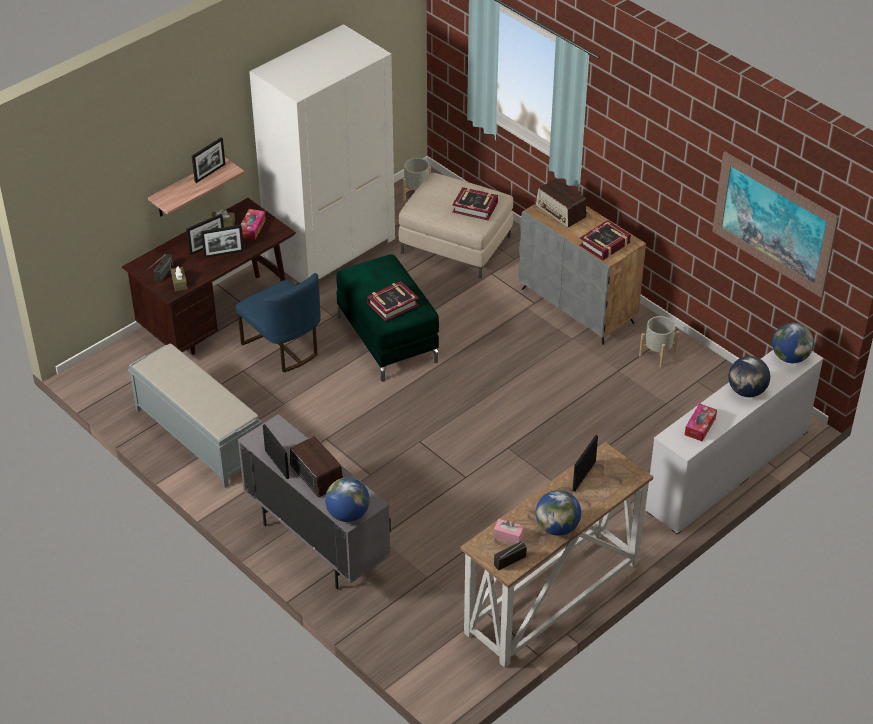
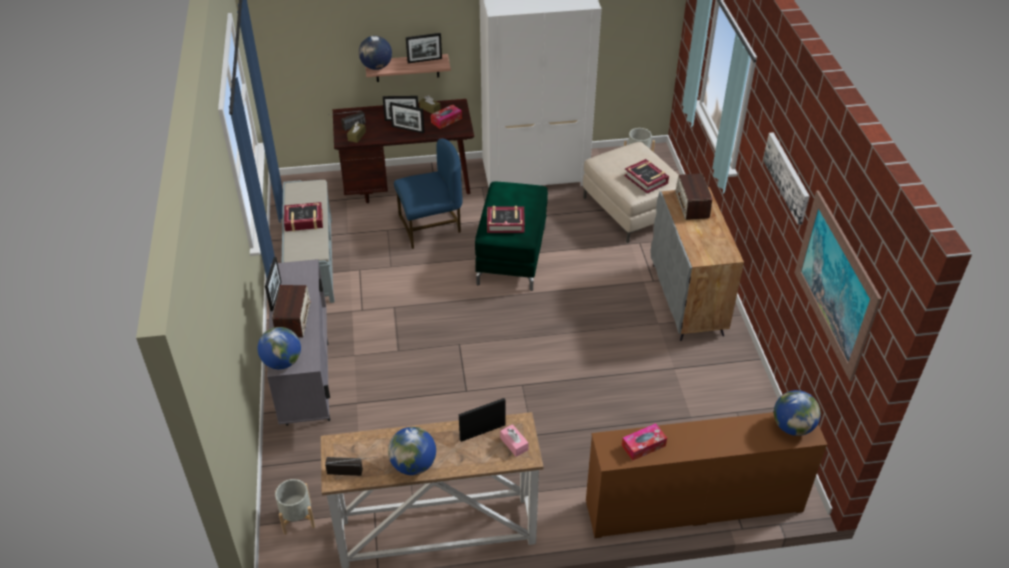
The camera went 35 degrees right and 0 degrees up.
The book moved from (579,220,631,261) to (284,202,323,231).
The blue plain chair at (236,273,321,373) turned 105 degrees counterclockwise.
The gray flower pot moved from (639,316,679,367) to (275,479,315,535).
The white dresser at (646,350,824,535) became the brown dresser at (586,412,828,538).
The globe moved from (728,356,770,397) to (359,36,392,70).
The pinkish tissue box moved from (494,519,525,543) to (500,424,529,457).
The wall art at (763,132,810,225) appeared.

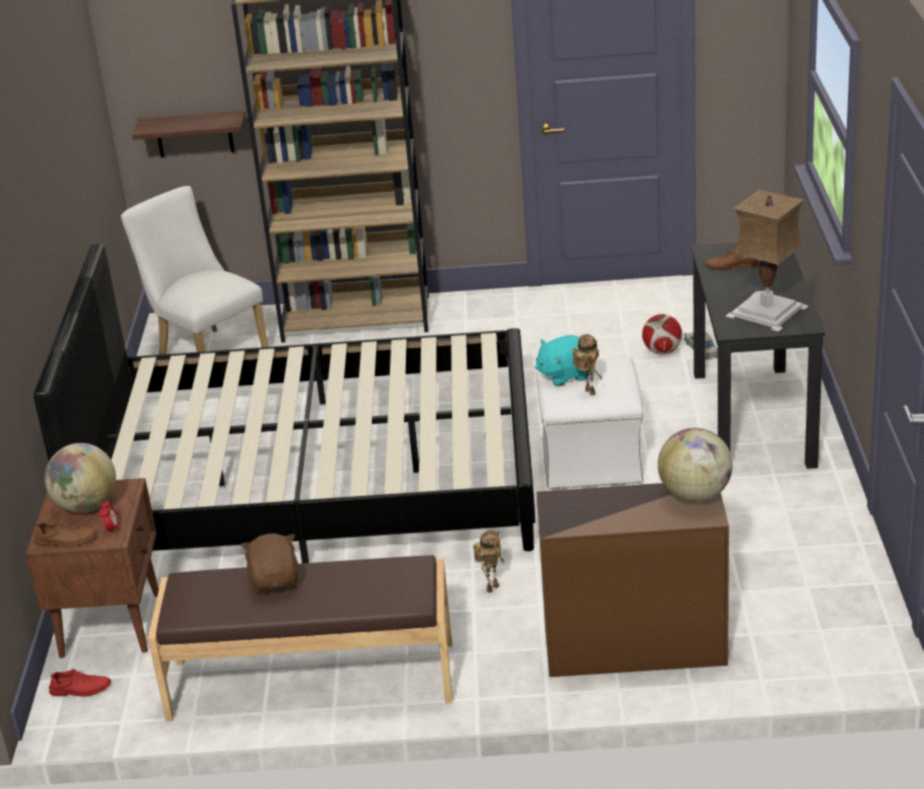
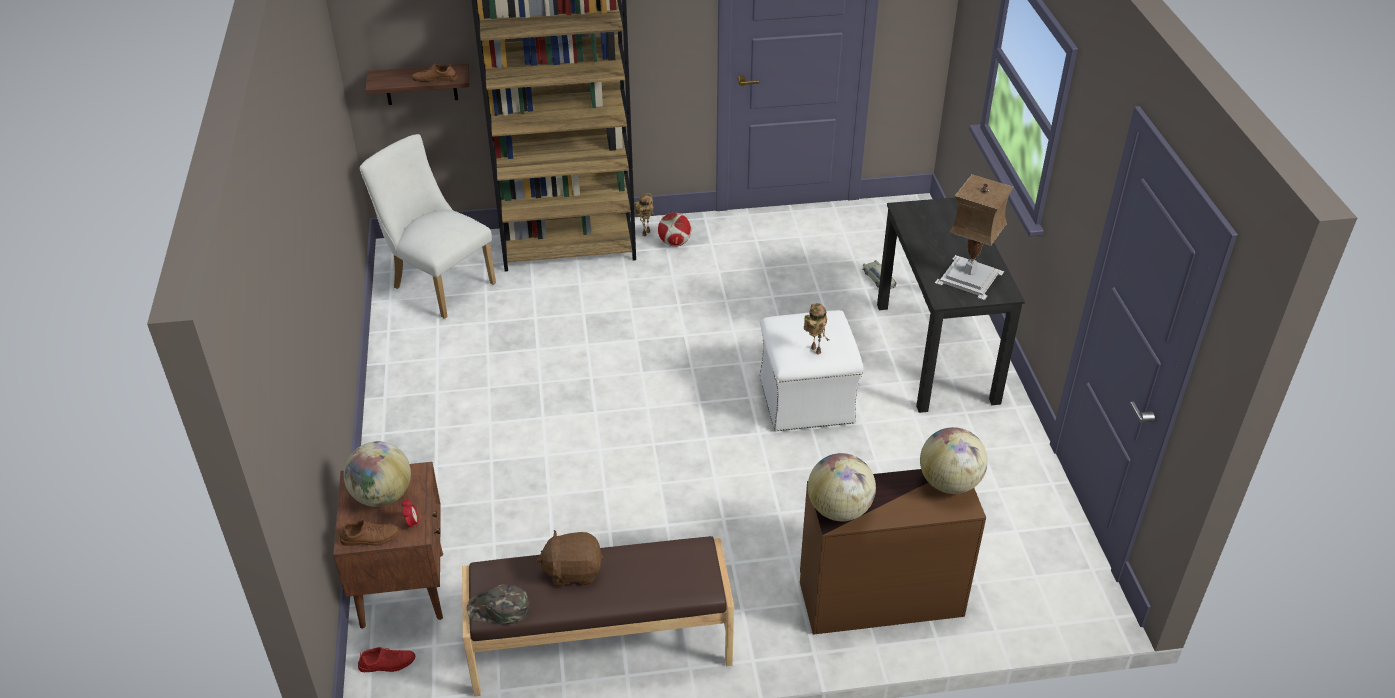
The camera went 10 degrees left and 10 degrees up.
The black-coloured sleeping bed at (33,244,535,563) disappeared.
The brown low shoe moved from (705,247,759,270) to (412,63,457,83).
The ball for football moved from (642,314,682,354) to (658,213,691,246).
The blue-green cuddly toy at (535,335,590,386) disappeared.
The robot figure moved from (473,530,504,593) to (634,193,655,237).
The brown cuddly toy at (241,533,298,594) turned 75 degrees counterclockwise.
The globe at (808,453,876,521) appeared.
The greenish baseball cap at (467,584,530,625) appeared.

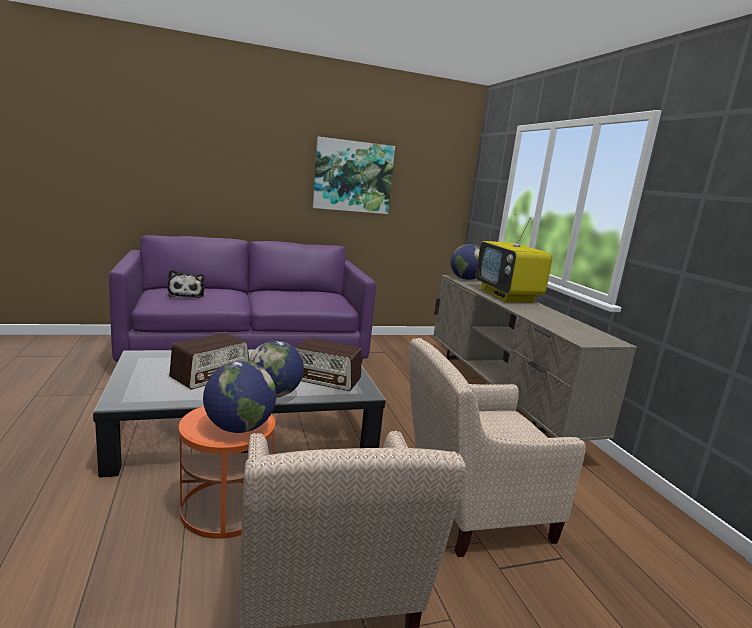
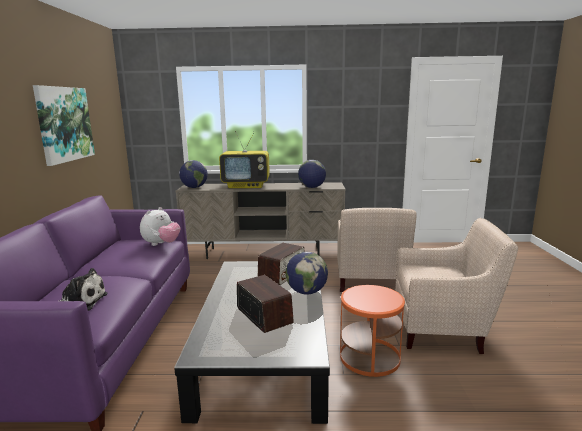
The camera went 70 degrees left and 0 degrees up.
The globe moved from (203,361,276,433) to (298,160,326,188).
The cuddly toy at (140,207,180,246) appeared.

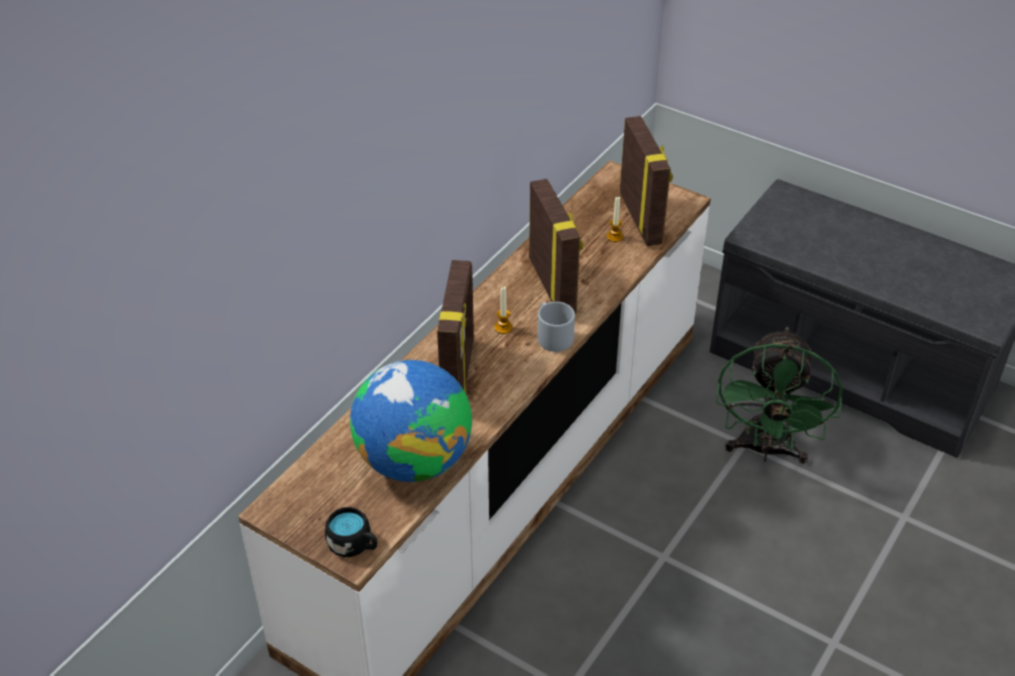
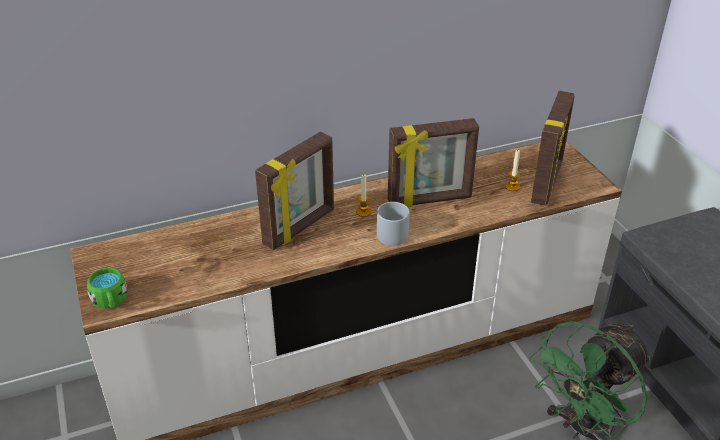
The camera went 35 degrees right and 5 degrees down.
The photo frame at (529,179,583,314) turned 60 degrees clockwise.
The globe at (350,360,472,482) disappeared.
The black-coloured coffee mug at (325,507,377,557) became the greenish coffee mug at (87,268,127,309).

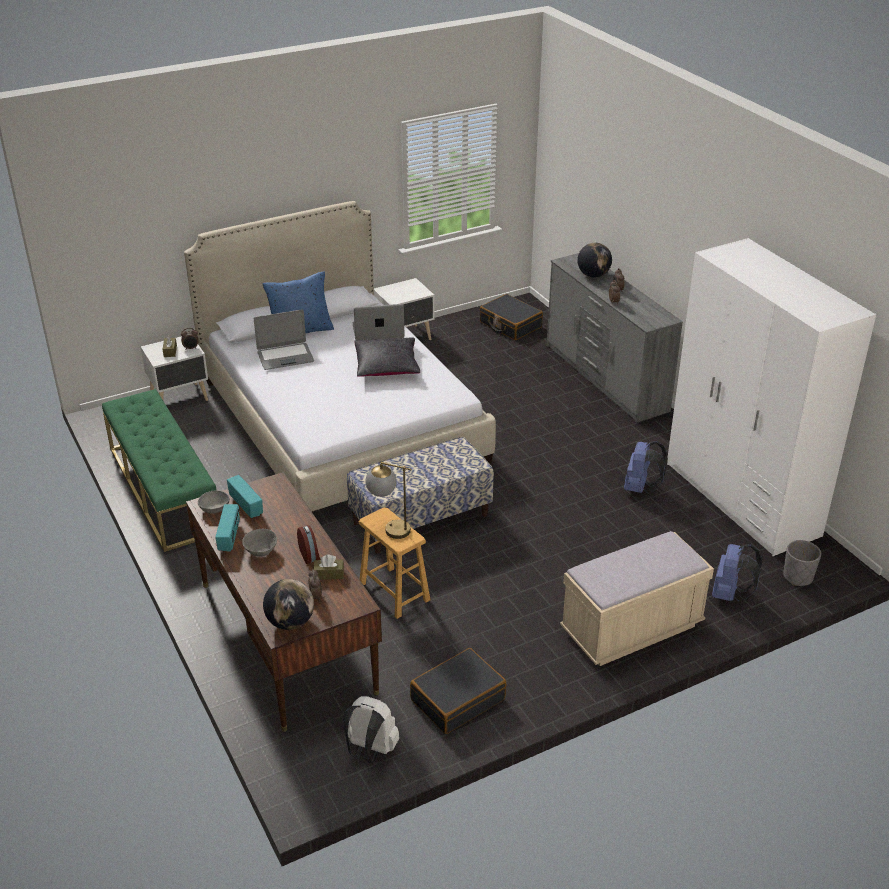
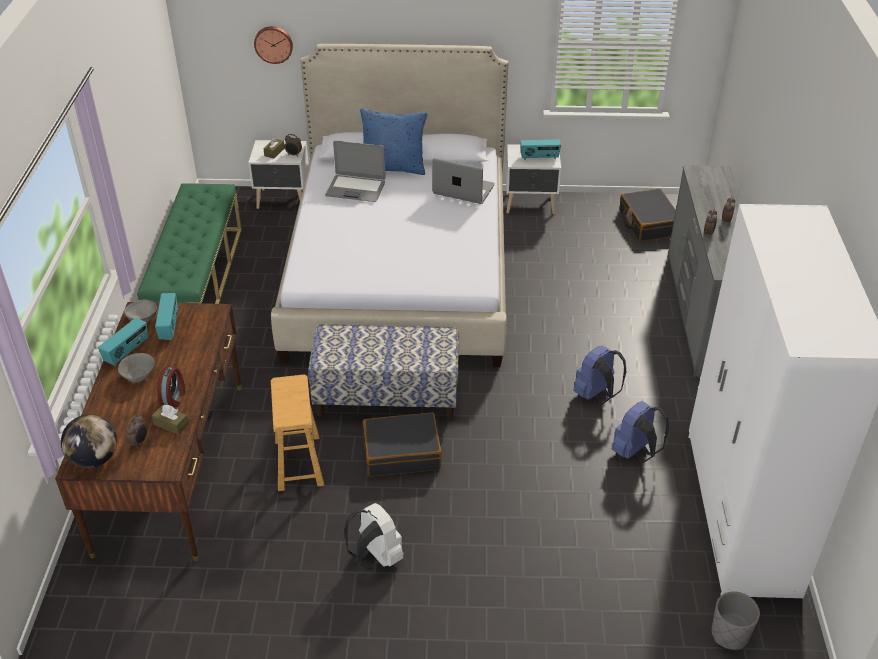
The camera went 30 degrees right and 5 degrees up.
The globe at (577,243,612,277) disappeared.
The black-coloured pillow at (354,337,420,377) disappeared.
The table lamp at (365,462,412,539) disappeared.
The beige-coloured bench at (560,531,714,666) disappeared.
The blue rucksack moved from (712,544,763,601) to (573,346,626,404).
The black-coloured suitcase moved from (410,648,506,734) to (363,412,442,477).
The white rucksack moved from (343,696,399,763) to (344,503,404,569).
The clock on the wall at (254,26,293,64) appeared.
The radio at (520,140,561,160) appeared.

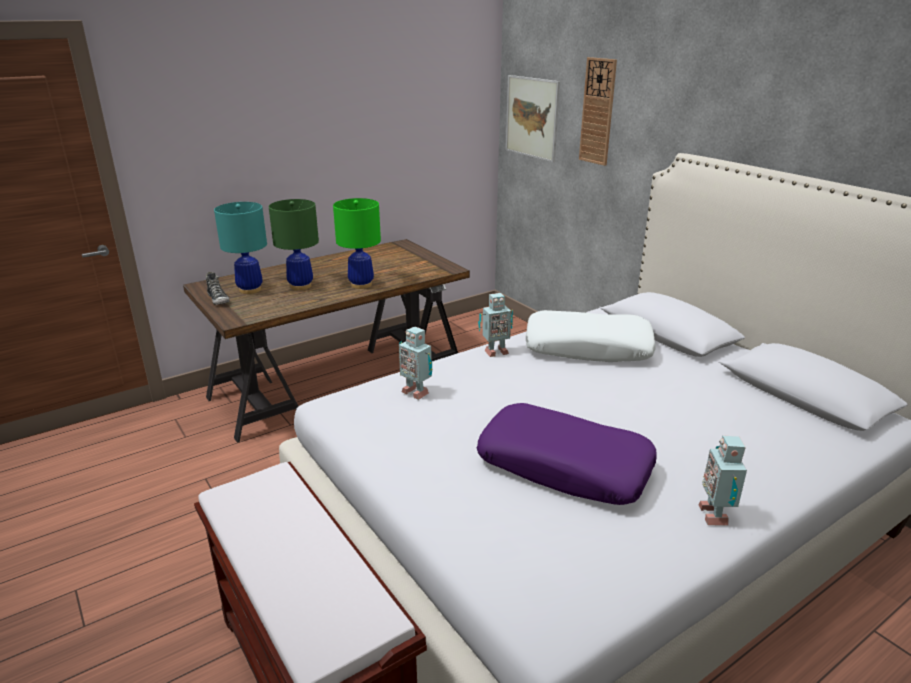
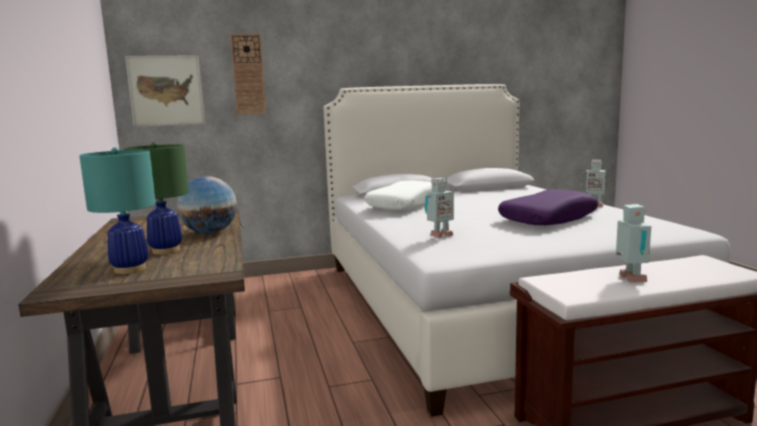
The camera went 70 degrees left and 15 degrees down.
The greenish table lamp at (333,198,381,289) was replaced by the globe at (177,176,237,234).
The low shoe at (206,272,230,305) disappeared.
The robot figure moved from (478,293,513,357) to (616,204,651,282).

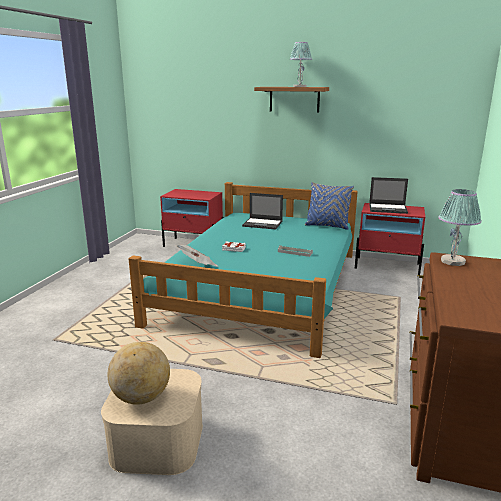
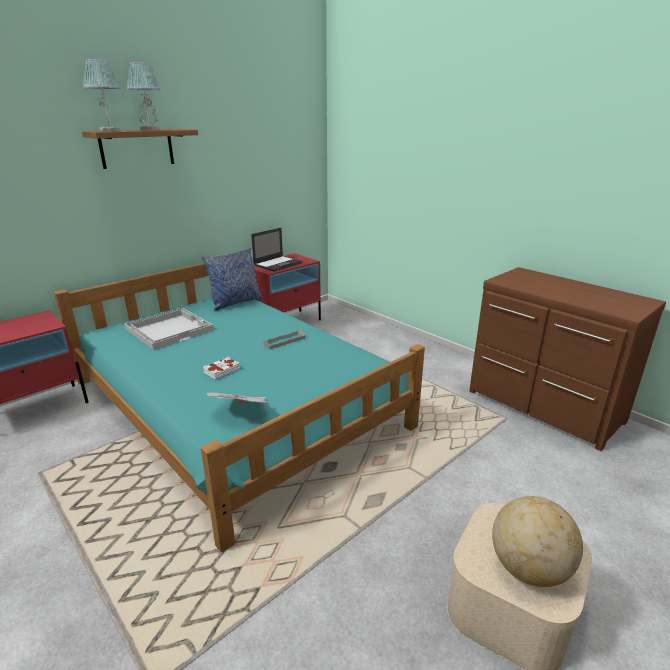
The camera went 60 degrees left and 5 degrees up.
The table lamp moved from (438,189,482,266) to (83,59,121,131).
The laptop at (242,193,283,229) was replaced by the white carrying tray at (125,308,214,350).

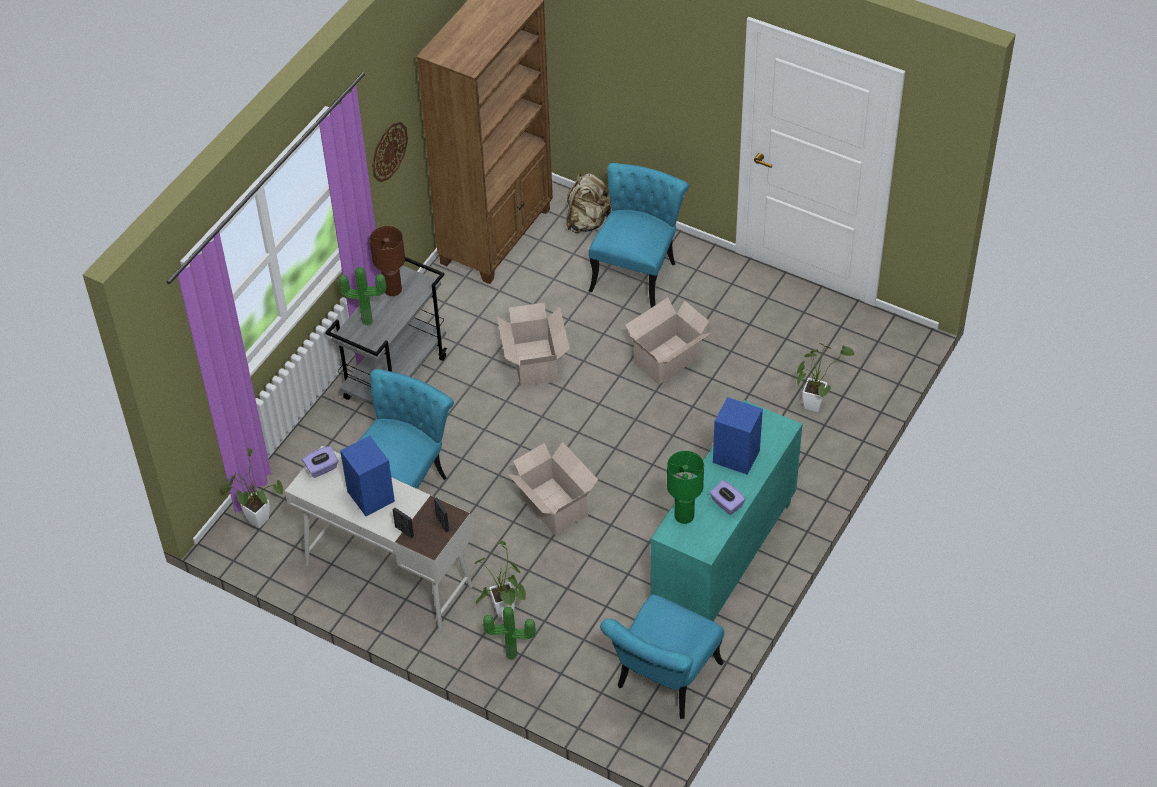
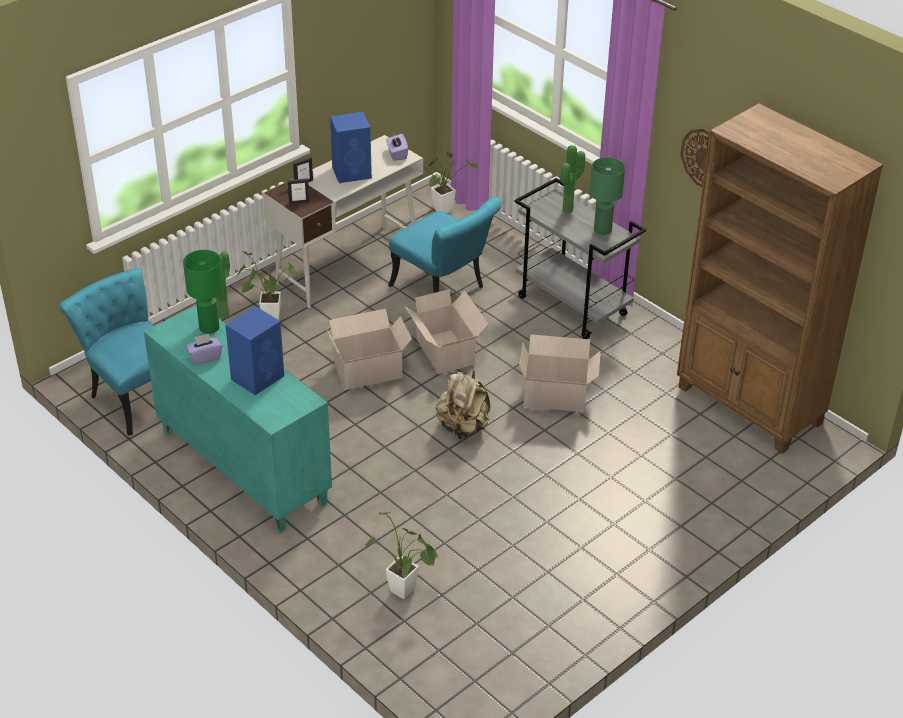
The camera went 105 degrees right and 10 degrees down.
The blue-green plain chair at (588,163,689,308) disappeared.
The beige-coloured rucksack moved from (566,173,611,233) to (436,369,490,439).
The brown table lamp at (370,226,405,296) became the greenish table lamp at (590,157,625,235).
The packing box moved from (625,297,711,385) to (404,289,488,374).

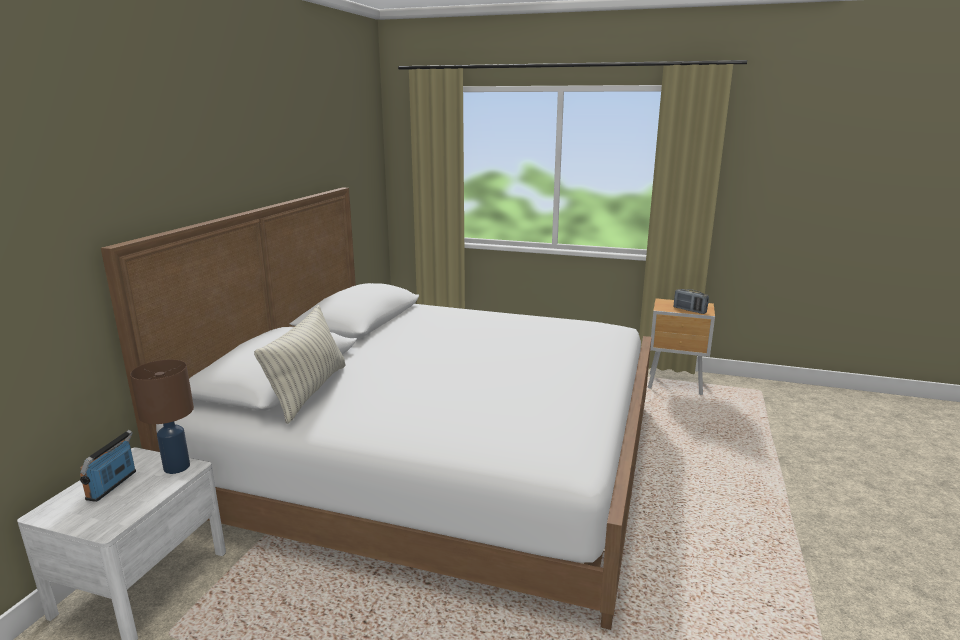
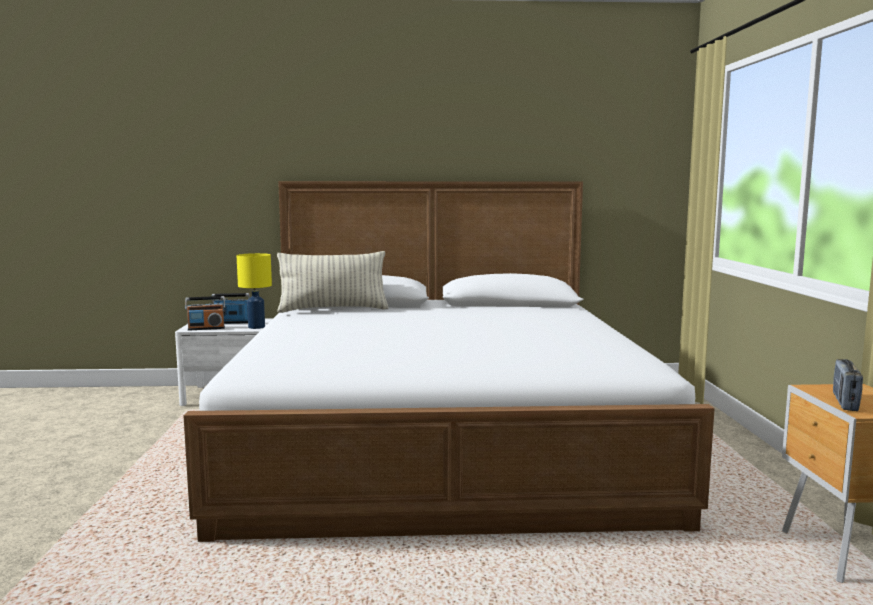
The camera went 70 degrees right and 10 degrees down.
The brown table lamp at (130,359,194,474) became the yellowish table lamp at (237,253,272,329).
The radio at (185,296,226,330) appeared.

